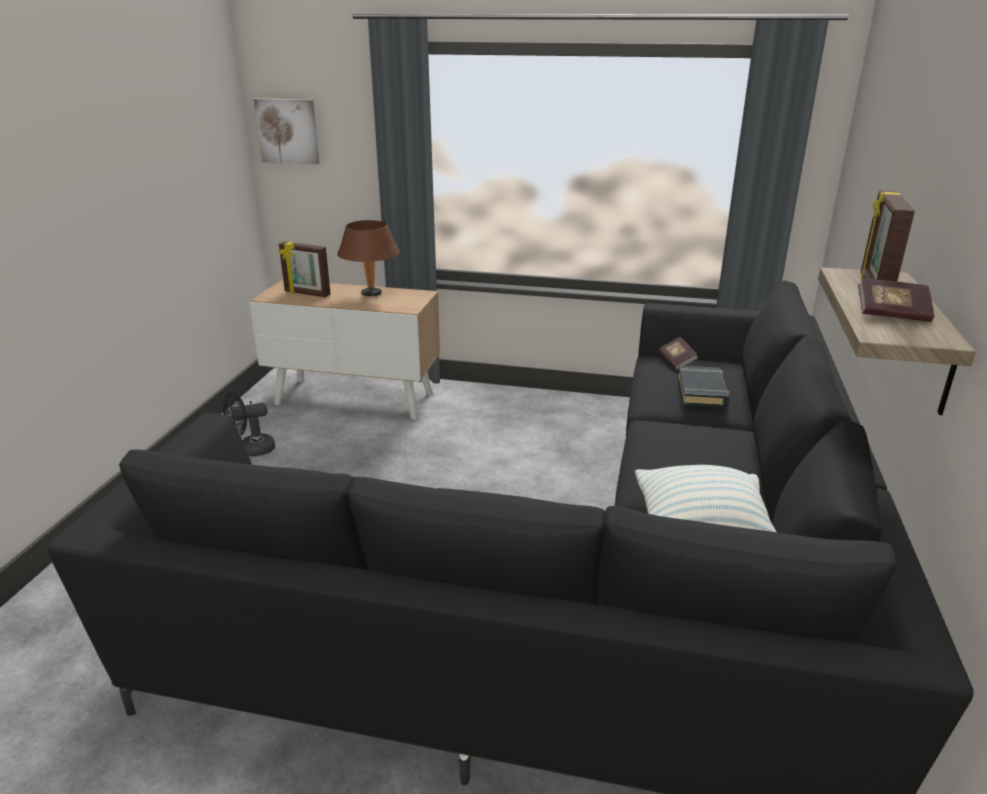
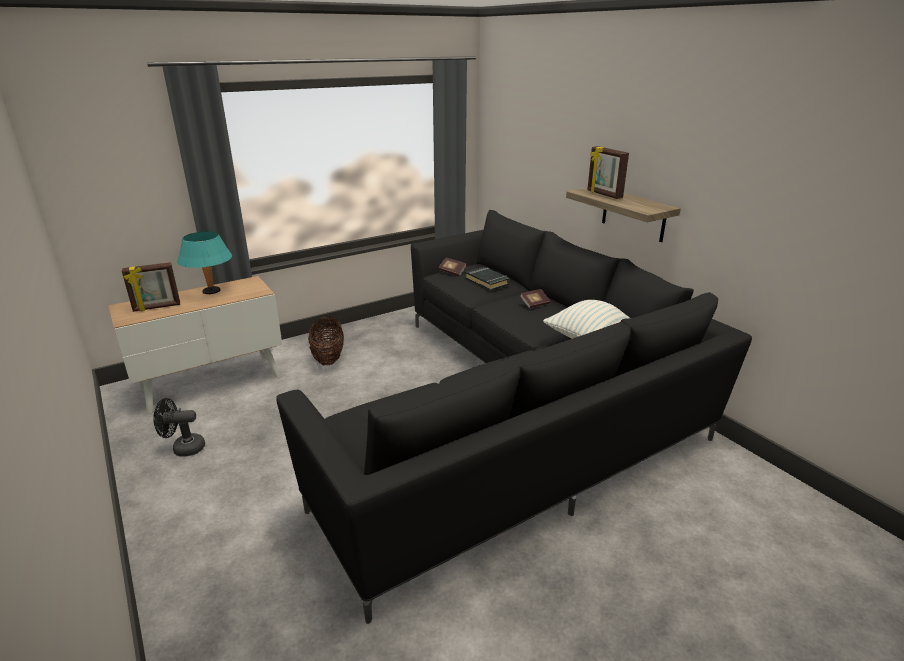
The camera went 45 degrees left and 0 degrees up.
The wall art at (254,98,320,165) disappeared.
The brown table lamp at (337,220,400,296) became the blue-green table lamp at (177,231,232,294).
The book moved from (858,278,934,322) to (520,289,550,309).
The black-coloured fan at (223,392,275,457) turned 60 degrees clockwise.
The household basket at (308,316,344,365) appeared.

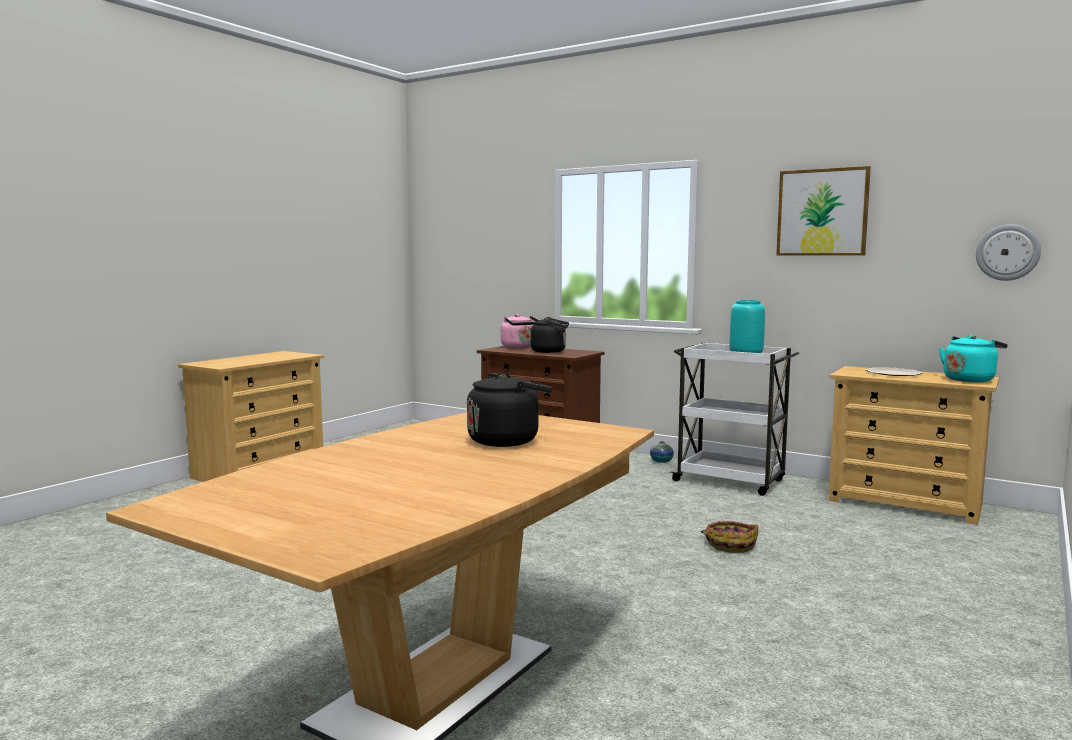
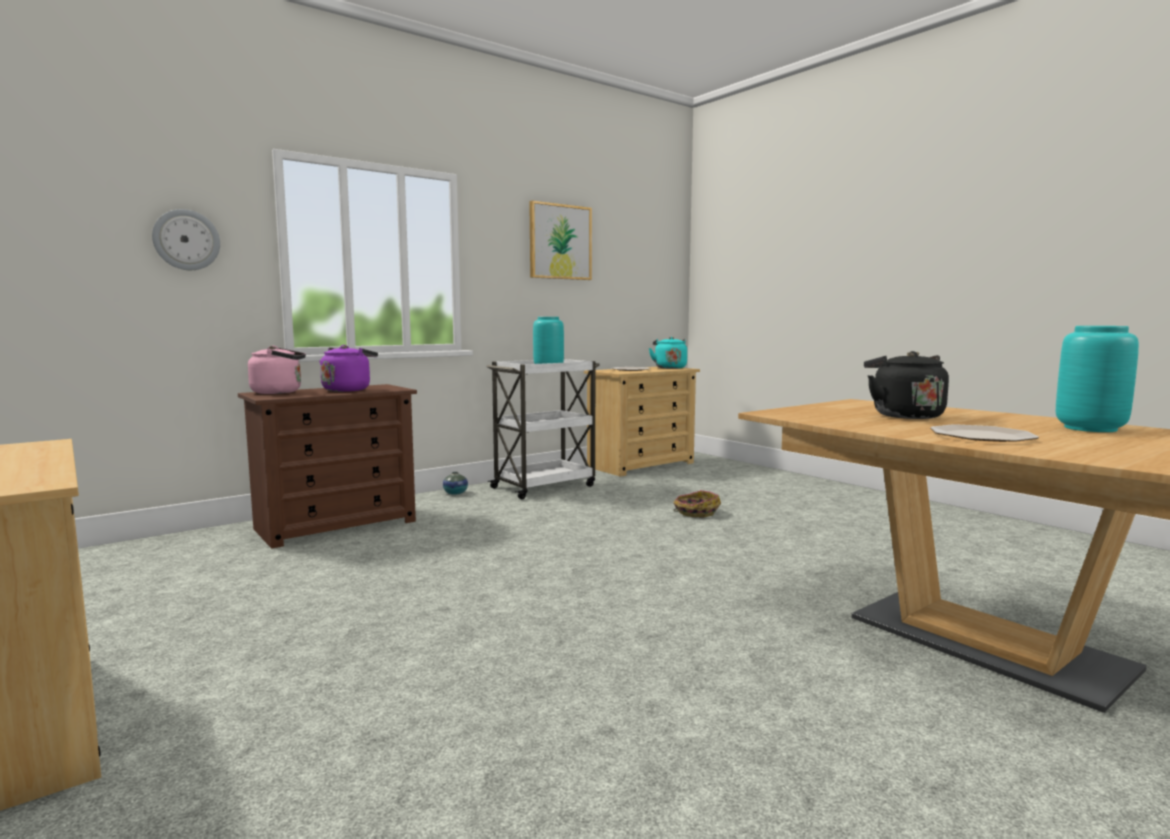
The camera went 70 degrees left and 0 degrees up.
The clock on the wall moved from (976,224,1041,281) to (152,209,220,270).
The black-coloured water kettle at (530,317,569,353) became the purplish water kettle at (319,345,378,392).
The blue-green flower vase at (1056,326,1139,432) appeared.
The flat dish at (930,424,1039,442) appeared.

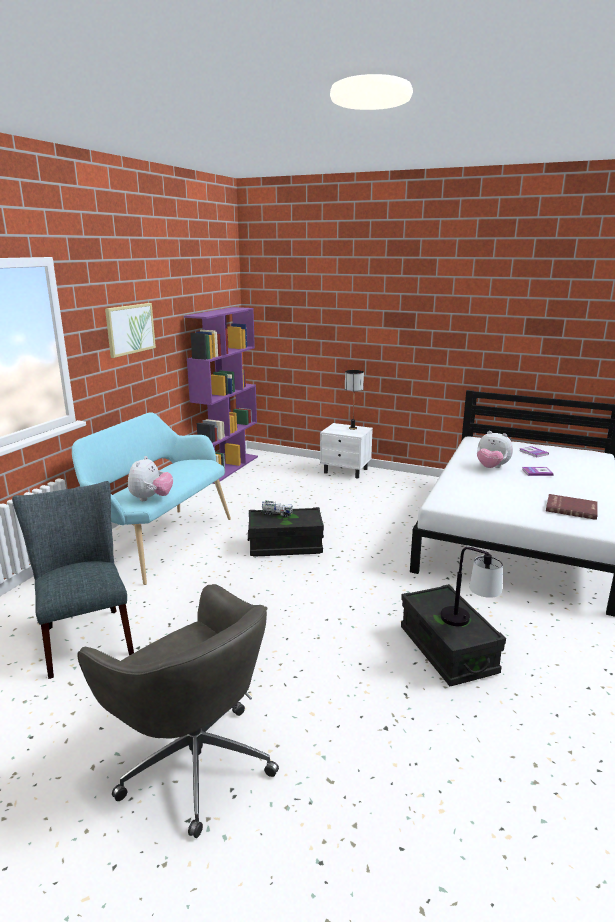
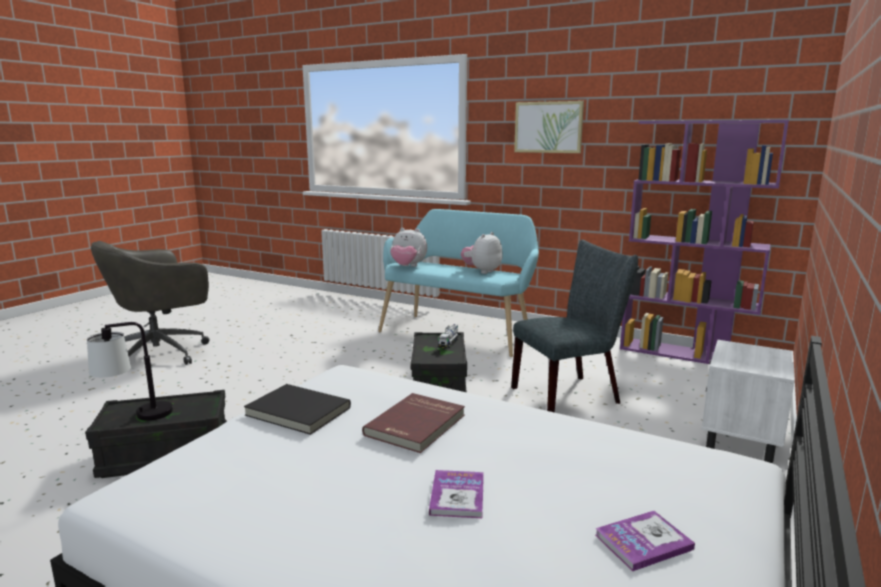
The camera went 95 degrees right and 5 degrees down.
The table lamp at (345,370,364,430) disappeared.
The cuddly toy moved from (477,431,513,468) to (461,232,503,274).
The gray plain chair moved from (12,481,134,679) to (511,240,638,413).
The reddish book moved from (546,494,598,520) to (362,393,465,453).
The black-coloured book at (244,384,351,435) appeared.

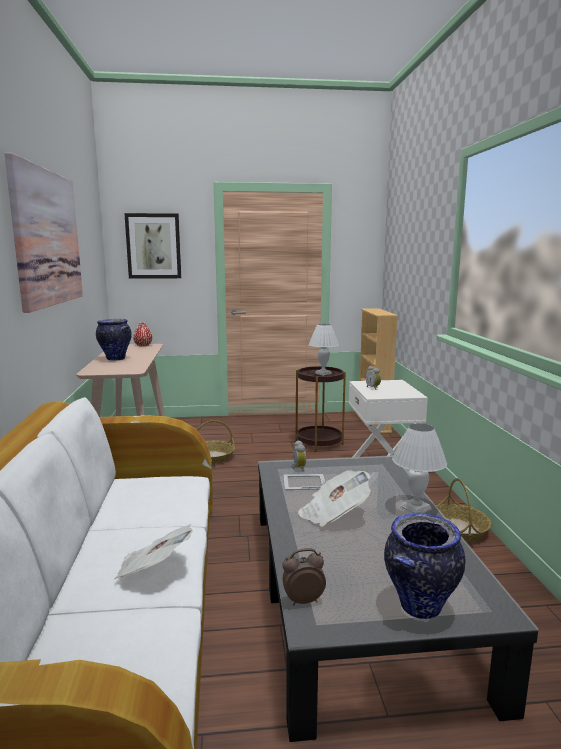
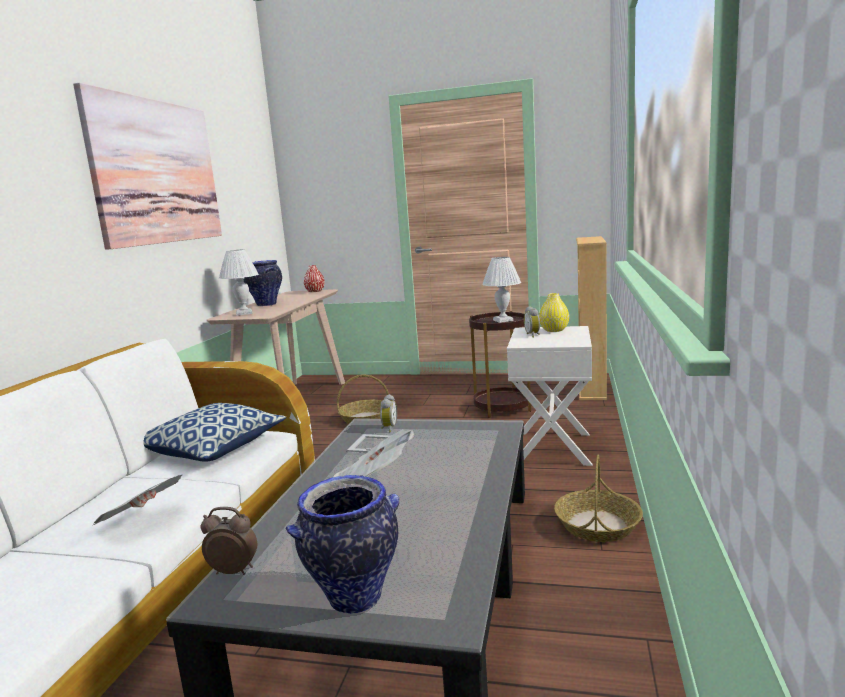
The camera went 20 degrees right and 0 degrees up.
The wall art at (124,213,181,279) disappeared.
The white table lamp moved from (392,423,447,513) to (219,249,259,316).
The yellowish flower vase at (539,293,569,332) appeared.
The pillow at (143,403,286,462) appeared.

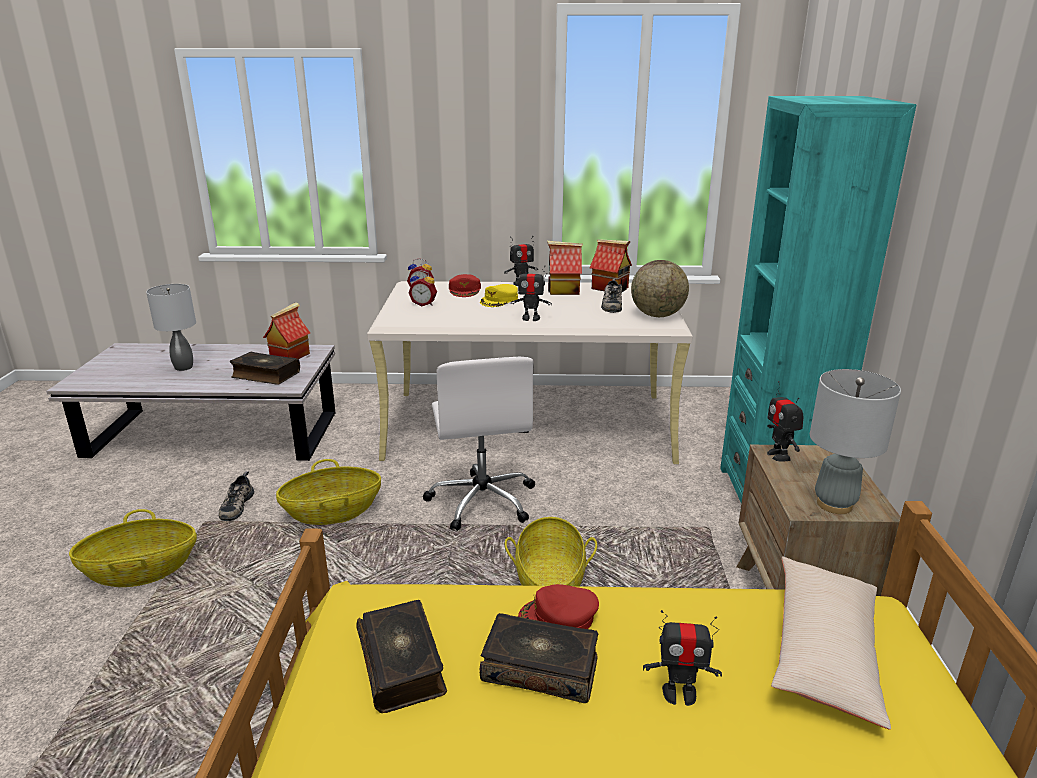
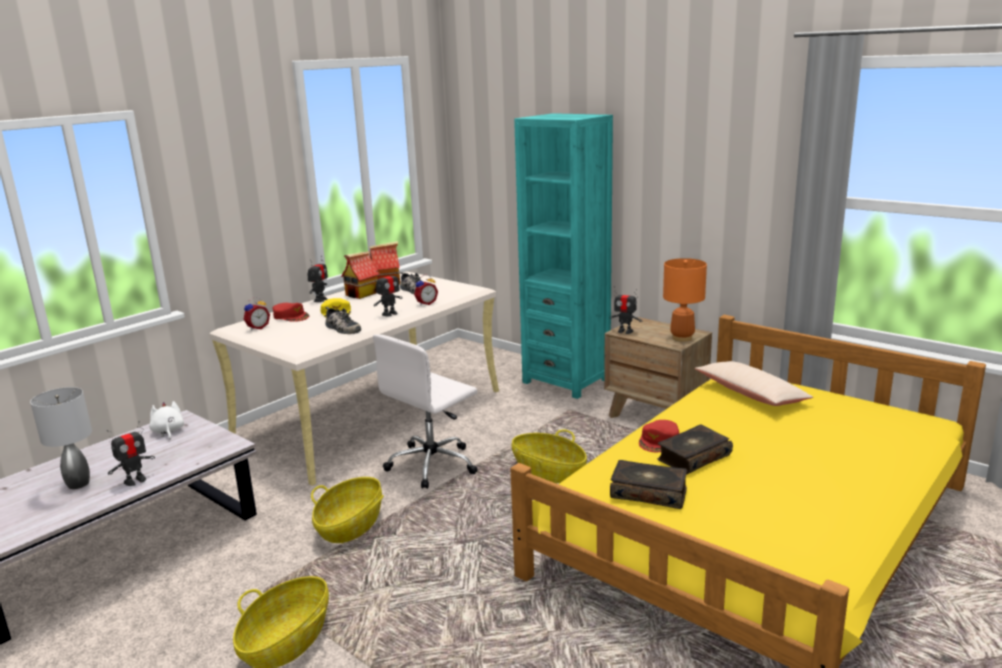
The camera went 50 degrees left and 5 degrees down.
The globe at (631,260,689,317) disappeared.
The table clock moved from (408,270,437,307) to (414,275,438,306).
The model house at (263,302,310,359) was replaced by the white cuddly toy at (149,401,184,439).
The book at (230,352,300,385) disappeared.
The white office chair at (423,357,535,531) turned 105 degrees clockwise.
The gray table lamp at (810,369,901,514) became the orange table lamp at (663,258,707,342).
The low shoe moved from (219,471,254,521) to (325,307,361,334).
The robot figure moved from (643,610,722,706) to (107,421,155,486).

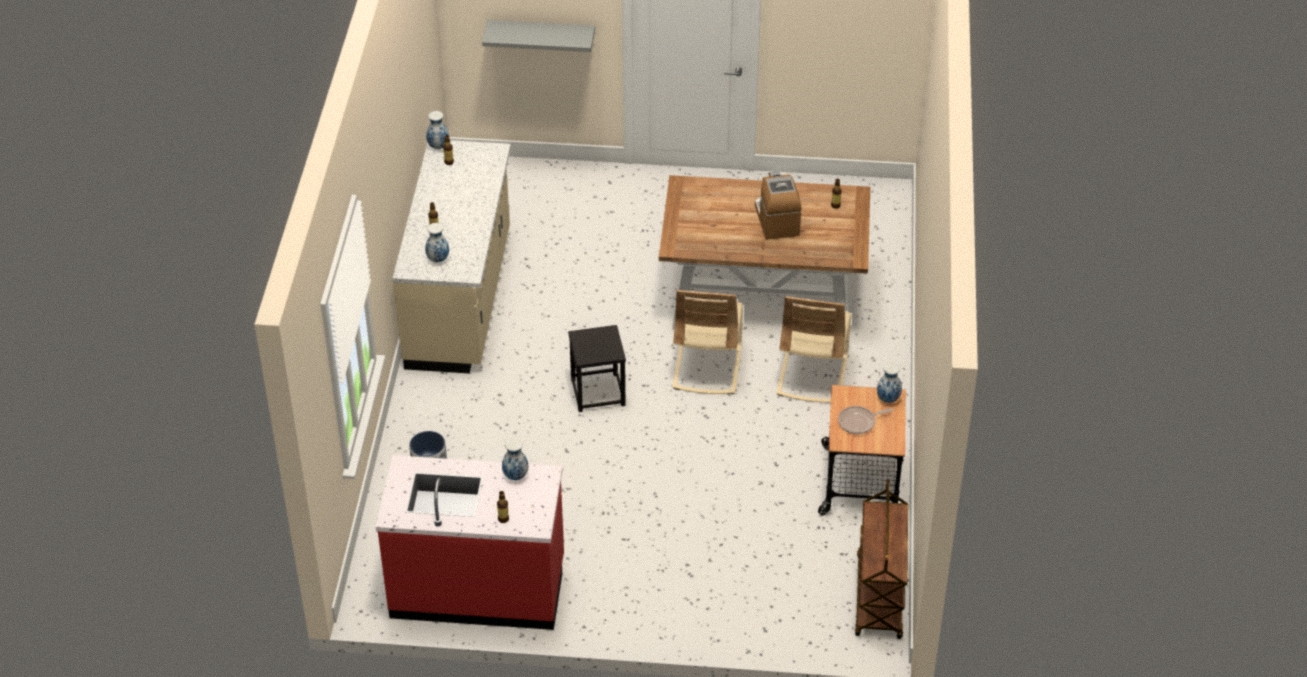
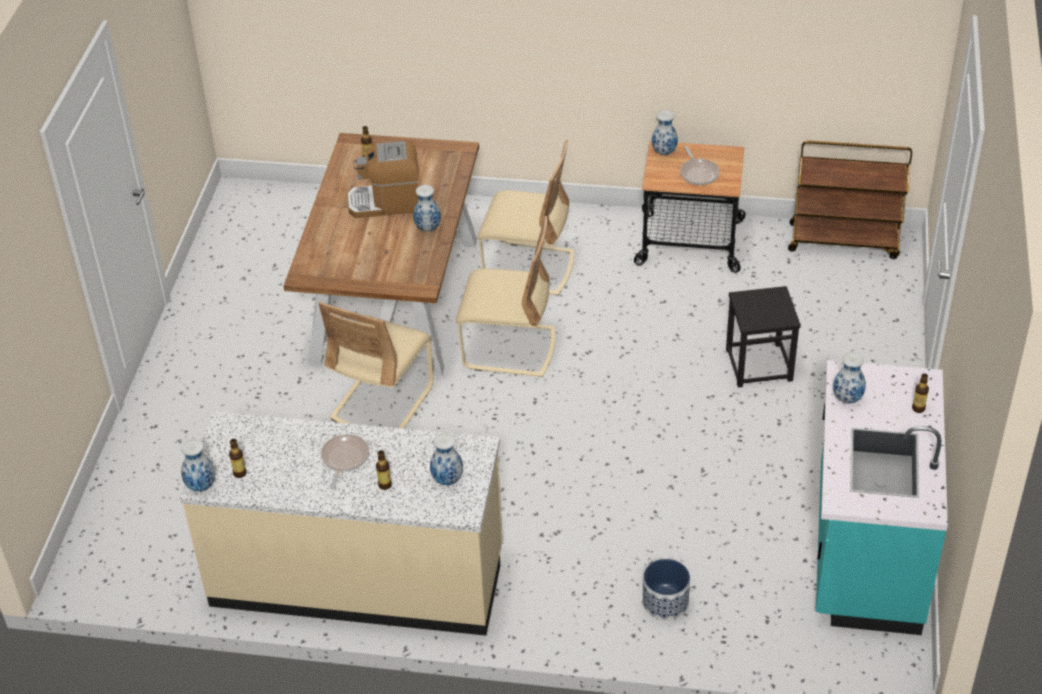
The camera went 85 degrees left and 0 degrees up.
The gray bracket shelf at (482,20,595,52) disappeared.
The black-coloured sitting stool moved from (568,325,626,412) to (726,286,801,387).
The reddish kitchen base unit at (376,455,564,630) became the blue-green kitchen base unit at (816,360,948,635).
The flower vase at (413,185,441,231) appeared.
The beige-coloured plain chair at (318,302,433,428) appeared.
The skillet at (321,434,369,489) appeared.

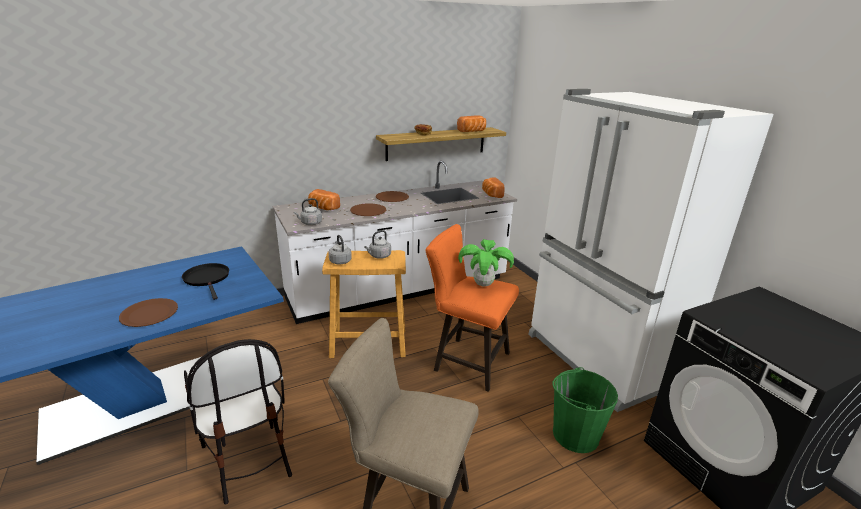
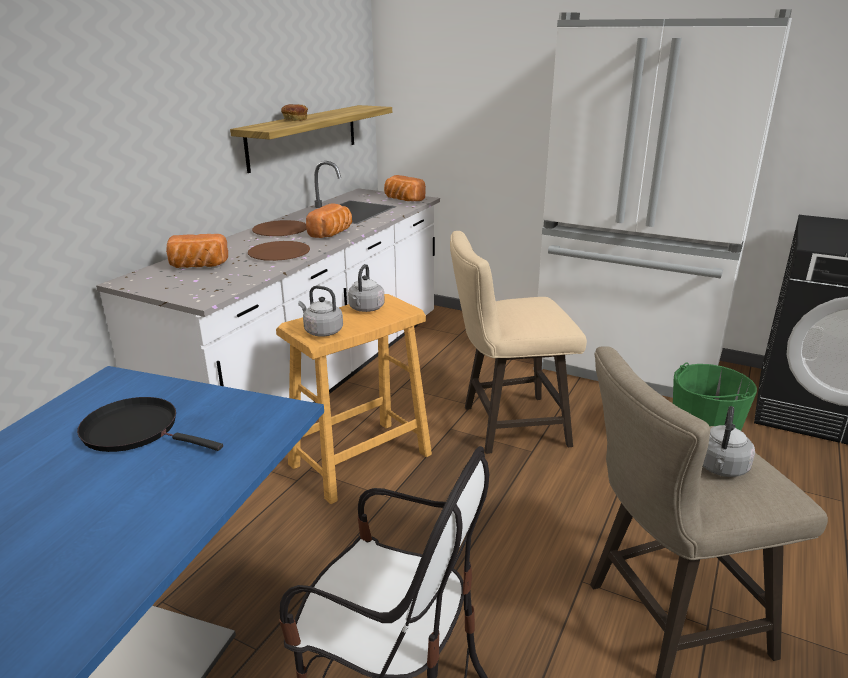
The camera went 35 degrees left and 0 degrees up.
The baked bread moved from (457,115,486,132) to (306,203,352,238).
The gray water kettle moved from (294,198,322,225) to (703,406,755,477).
The orange sitting stool at (425,224,519,392) became the beige-coloured sitting stool at (450,231,587,454).
The houseplant at (458,239,514,286) disappeared.
The brown flat dish at (119,298,178,327) disappeared.

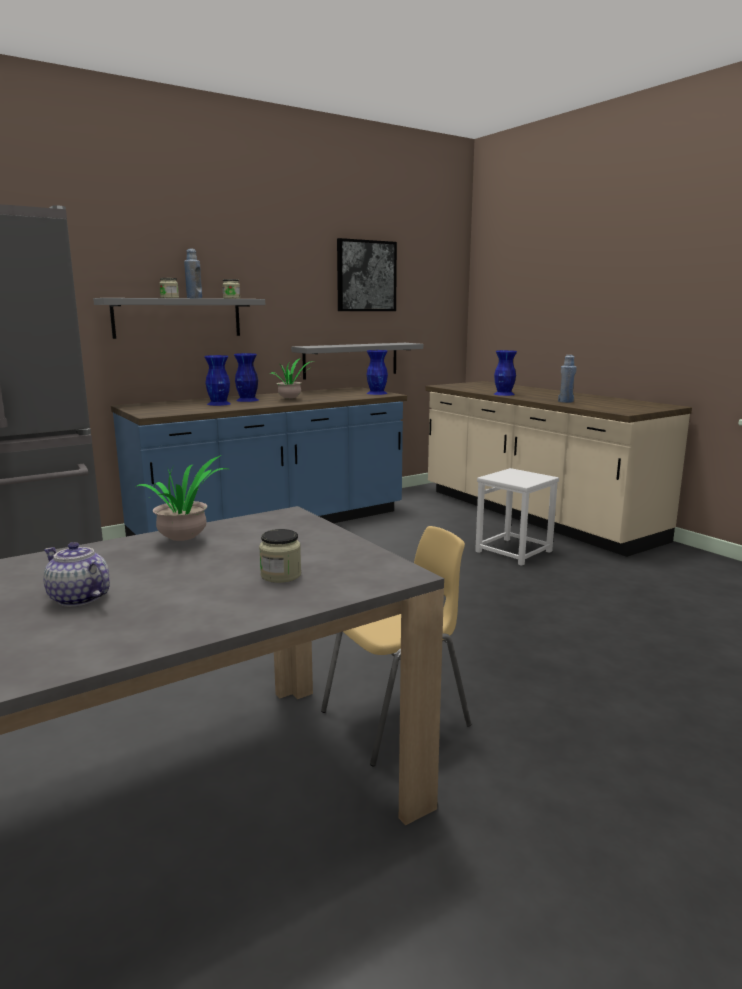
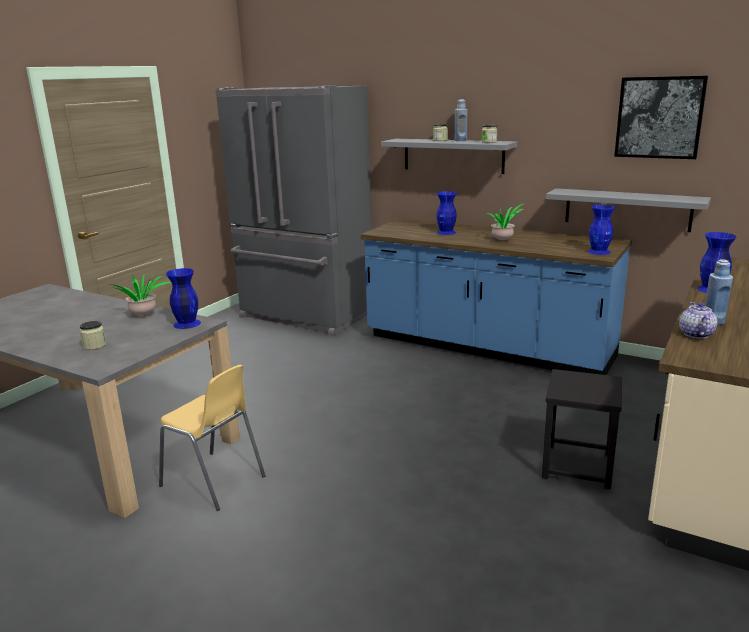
The camera went 65 degrees right and 5 degrees up.
The blue flower vase moved from (234,353,259,402) to (166,268,201,329).
The white sitting stool at (475,468,559,566) became the black-coloured sitting stool at (542,369,622,489).
The teapot moved from (43,542,110,607) to (679,302,718,339).

